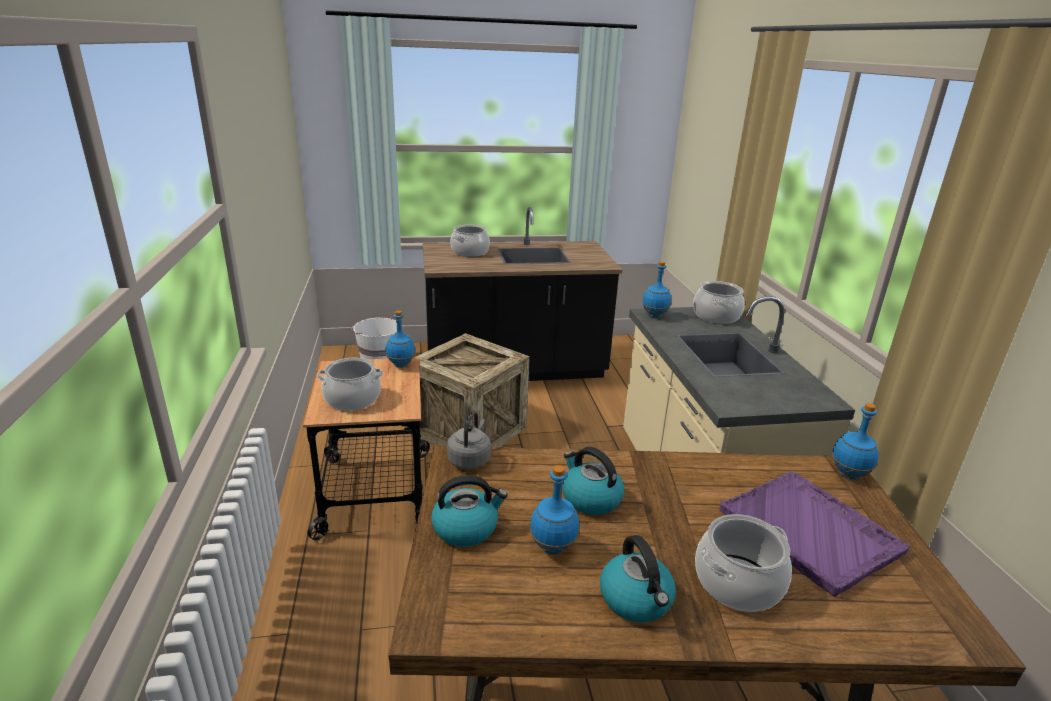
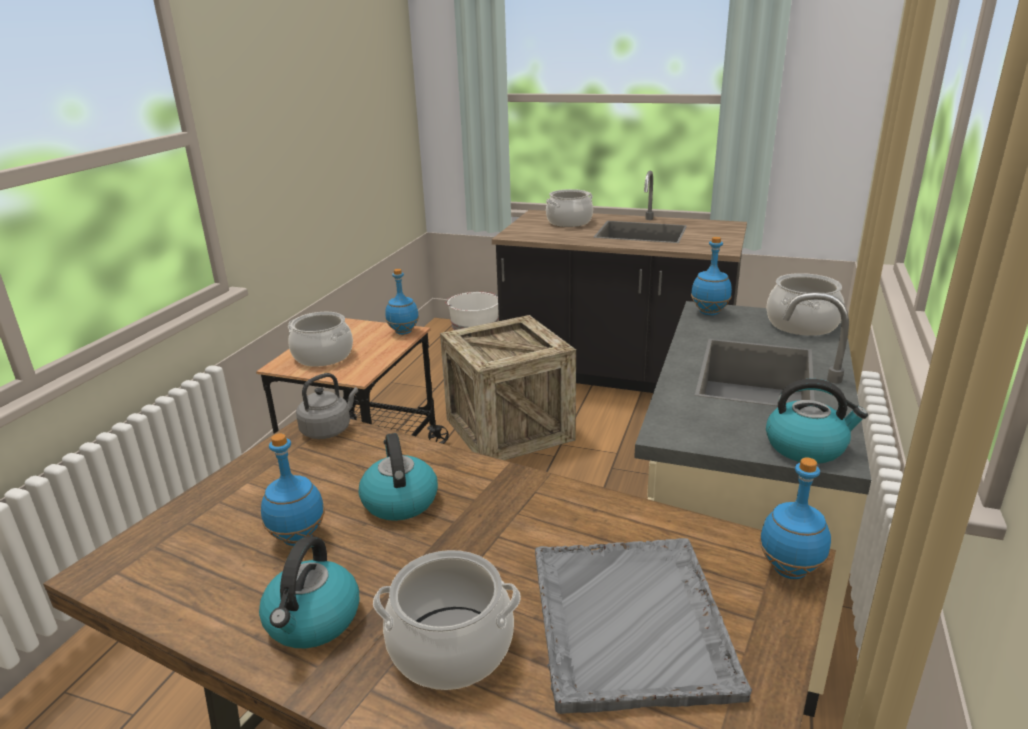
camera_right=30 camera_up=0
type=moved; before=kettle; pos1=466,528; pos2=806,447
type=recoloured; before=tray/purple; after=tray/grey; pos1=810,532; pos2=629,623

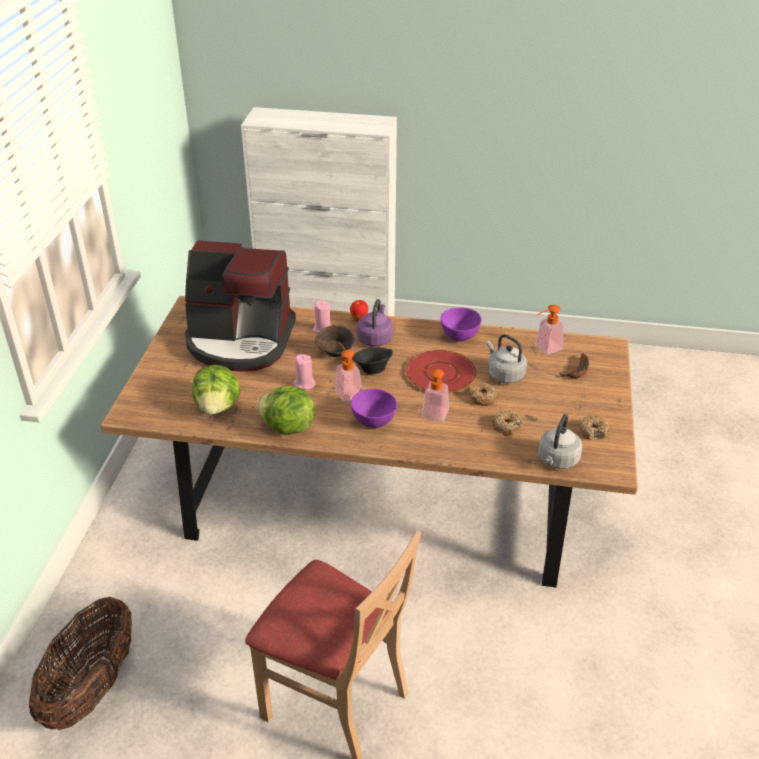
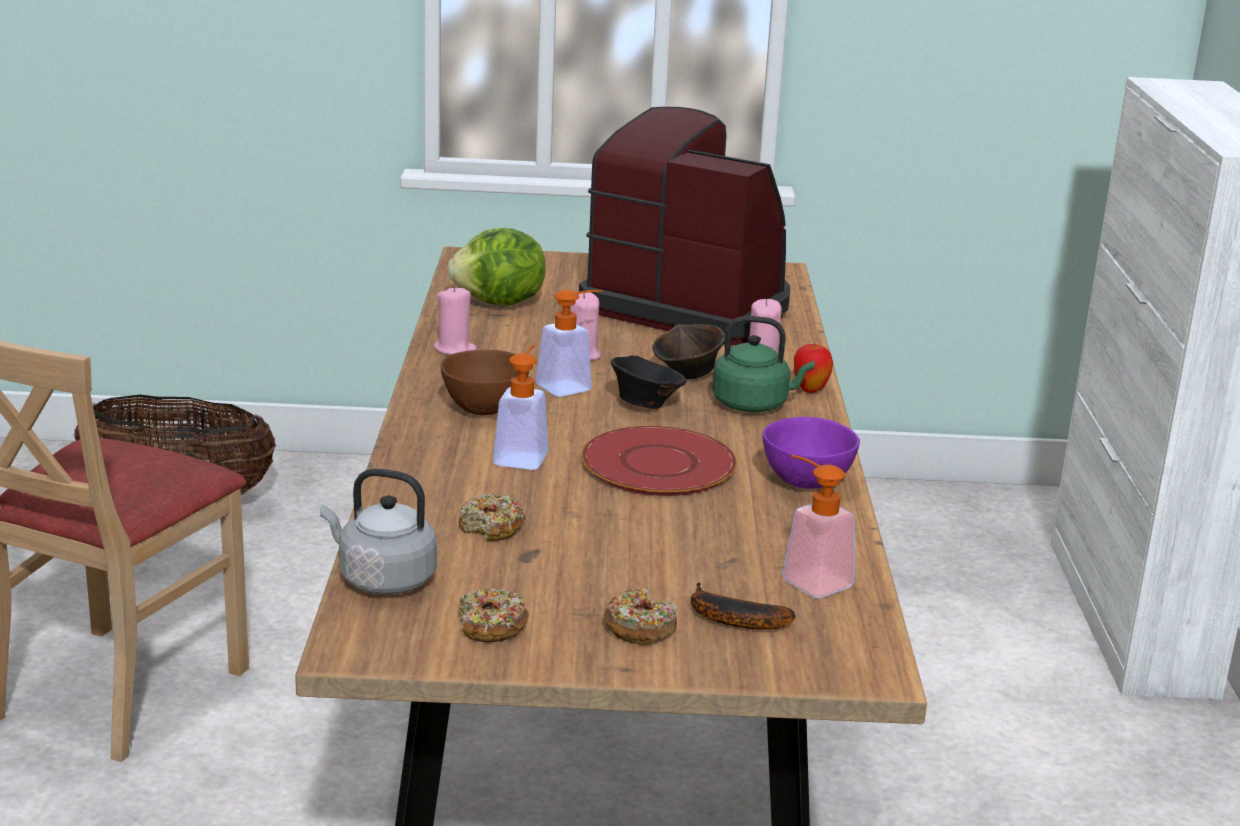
camera_right=80 camera_up=-15
type=turned; before=coffee machine; pos1=240,341; pos2=690,307; turn=120
type=replaced; before=lettuce; after=candle/pink; pos1=288,428; pos2=454,349
type=recoloured; before=bowl/purple; after=bowl/brown; pos1=373,421; pos2=485,409
type=recoloured; before=kettle/purple; after=kettle/green; pos1=375,338; pos2=754,405
type=moved; before=donut; pos1=483,398; pos2=639,628
type=removed; before=kettle/grey; pos1=504,374

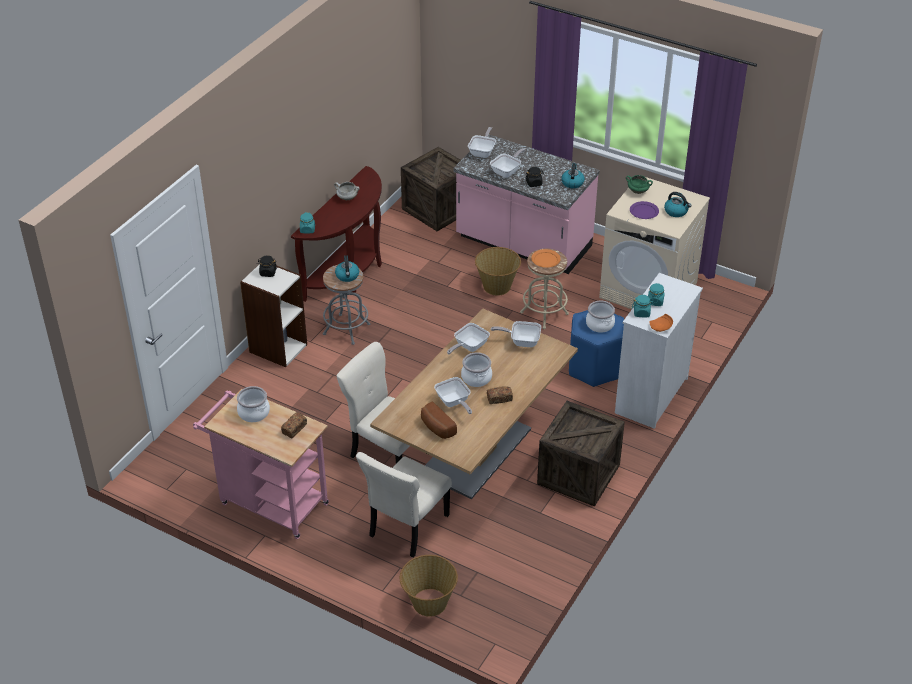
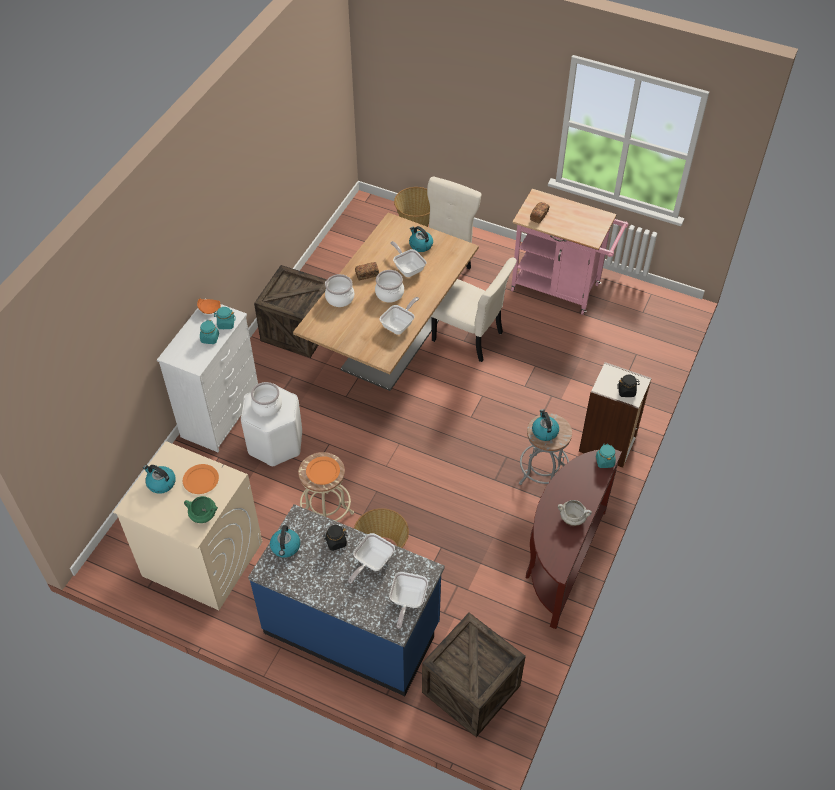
camera_right=175 camera_up=10
type=moved; before=cooking pot; pos1=254,412; pos2=339,298
type=replaced; before=bread; after=kettle; pos1=436,428; pos2=420,245
type=recoloured; before=counter/pink; after=counter/blue; pos1=523,243; pos2=352,628
type=removed; before=frying pan; pos1=521,341
type=recoloured; before=stool/blue; after=stool/white; pos1=594,368; pos2=275,442
type=recoloured; before=plate/purple; after=plate/orange; pos1=644,212; pos2=200,480

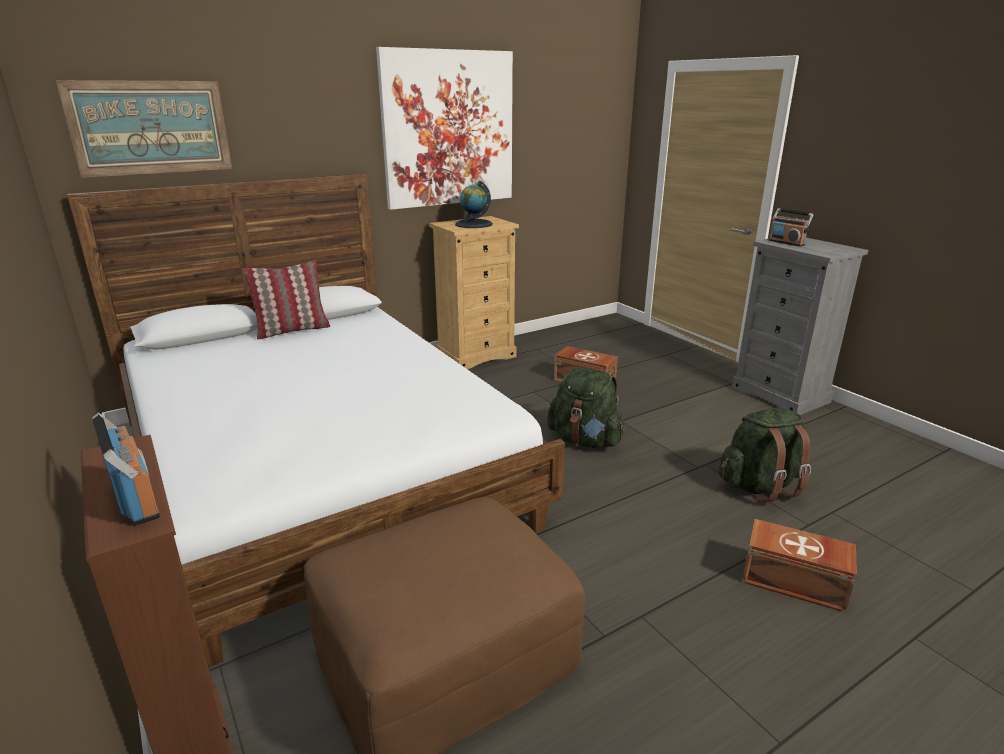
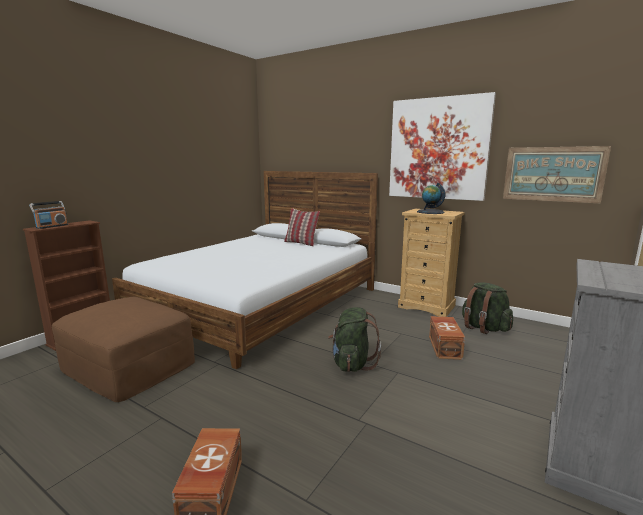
camera_right=65 camera_up=-10
type=moved; before=picture; pos1=150,128; pos2=553,174
type=moved; before=backpack/green; pos1=760,486; pos2=484,328
type=removed; before=radio; pos1=786,243

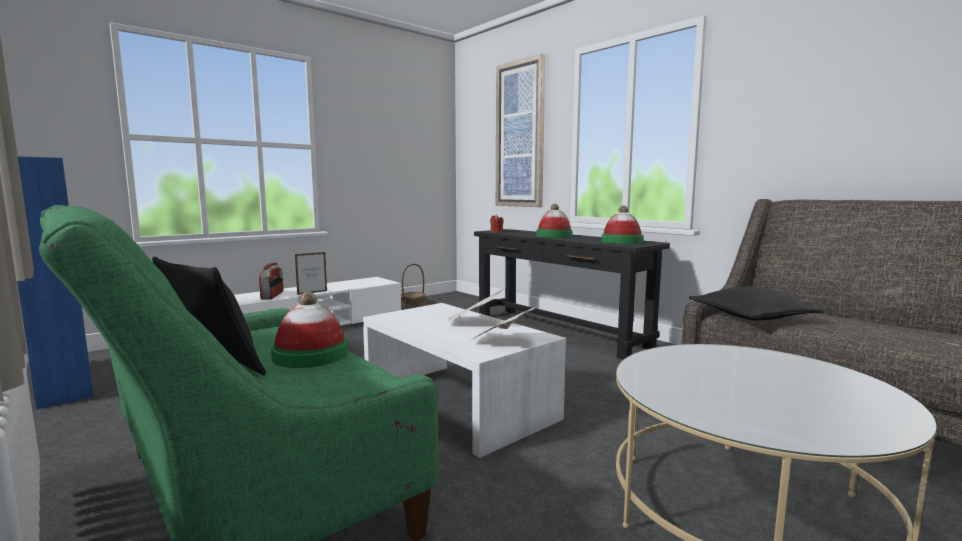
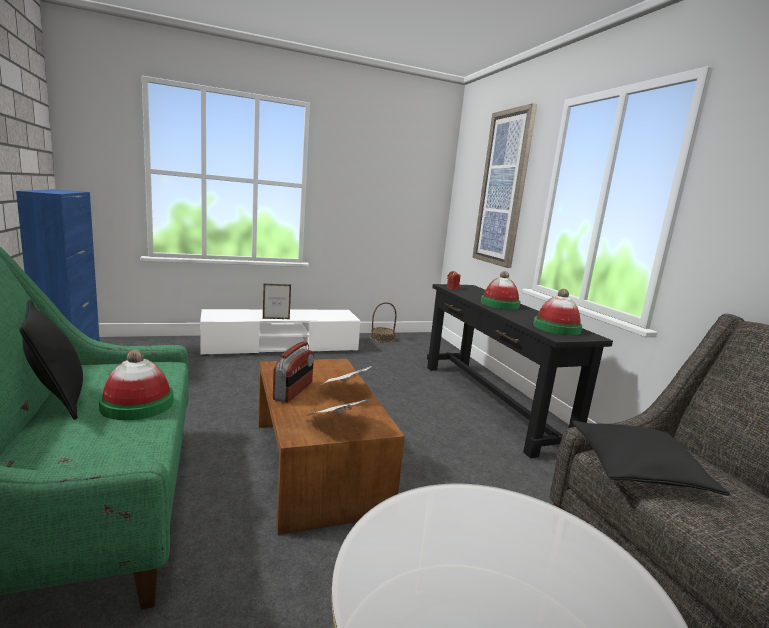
camera_right=20 camera_up=5
type=moved; before=radio; pos1=272,295; pos2=293,391
type=recoloured; before=coffee table/white; after=coffee table/brown; pos1=456,403; pos2=316,463

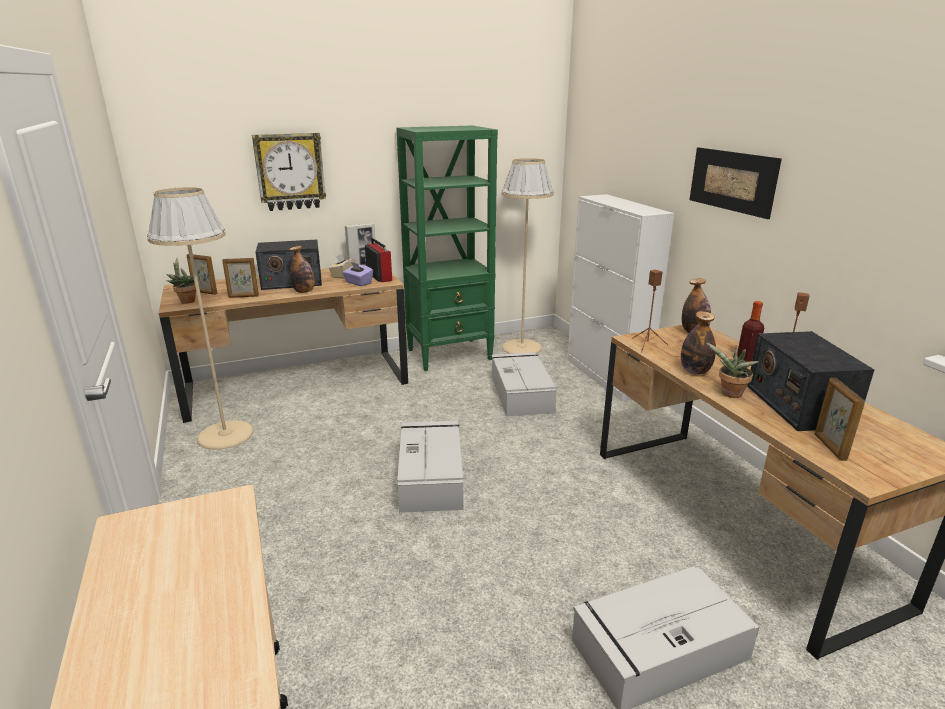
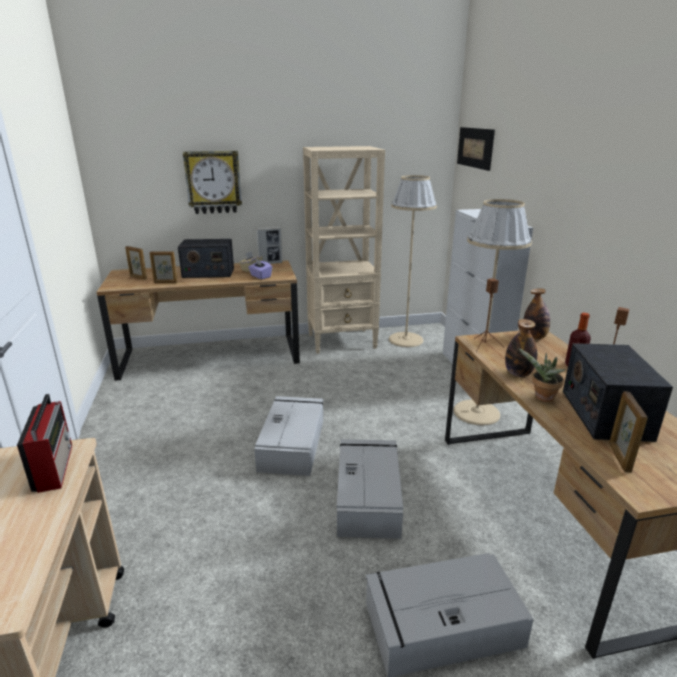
camera_right=10 camera_up=0
type=moved; before=floor lamp/beige; pos1=225,435; pos2=476,412
type=removed; before=potted plant; pos1=186,301
type=removed; before=bottle; pos1=304,291
type=moved; before=radio; pos1=379,276; pos2=54,466
type=recoloured; before=bookcase/green; after=bookcase/beige; pos1=450,354; pos2=342,341
type=moved; before=storage box/grey; pos1=521,393; pos2=368,496
type=moved; before=picture; pos1=732,181; pos2=475,147

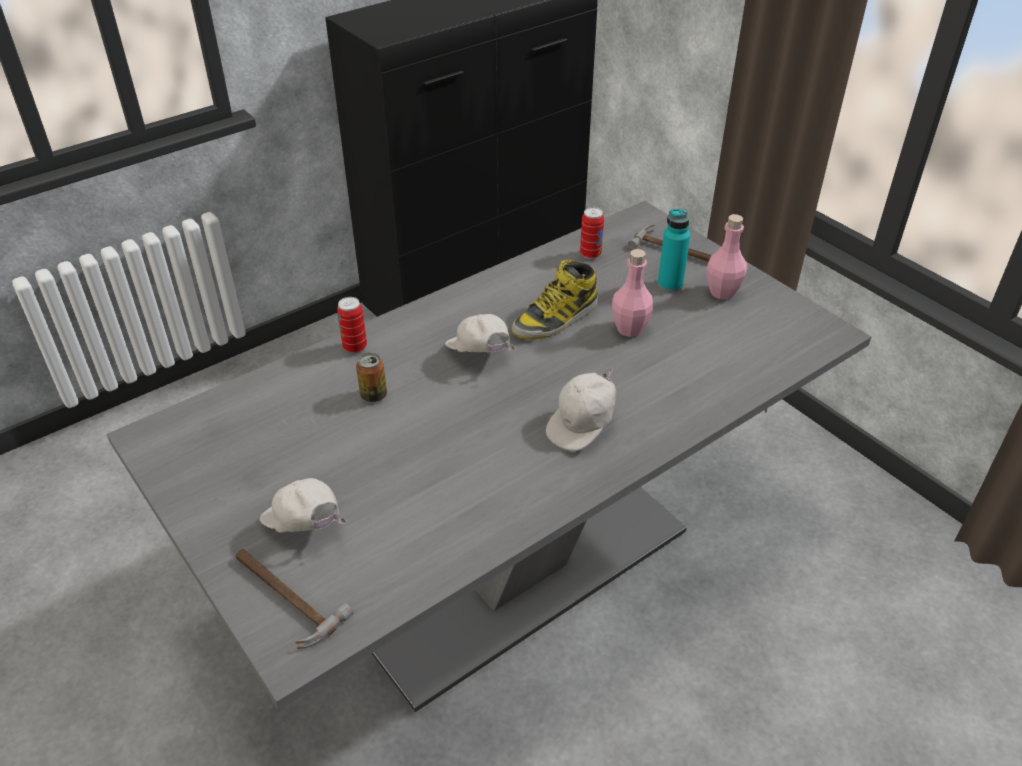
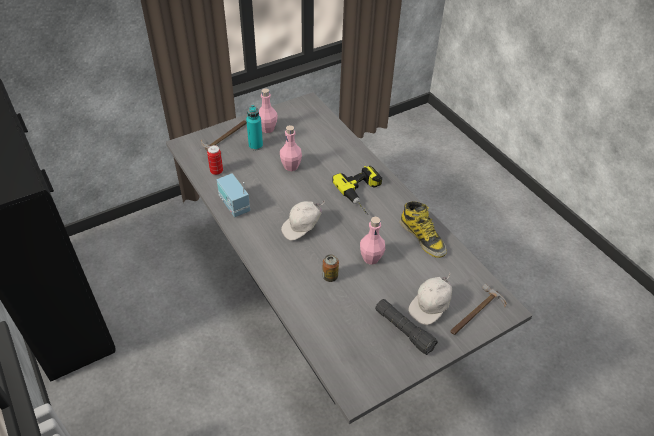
camera_right=-85 camera_up=5
type=removed; before=can; pos1=355,347
type=moved; before=boot; pos1=555,319; pos2=422,237
type=replaced; before=cap/white; after=power drill; pos1=583,426; pos2=364,194
type=added; after=radio; pos2=234,205
type=added; after=bottle/pink; pos2=371,258
type=added; after=flashlight/black; pos2=404,330

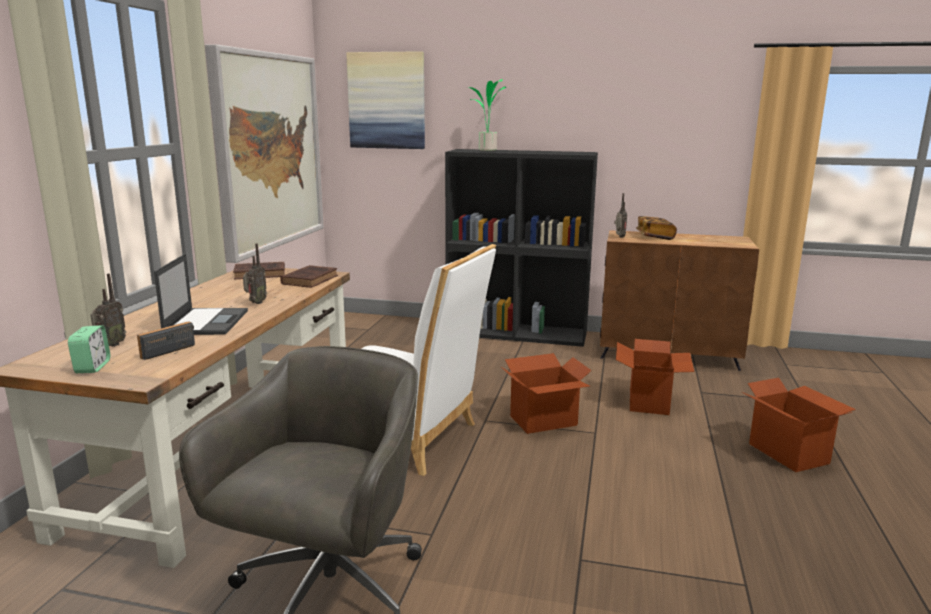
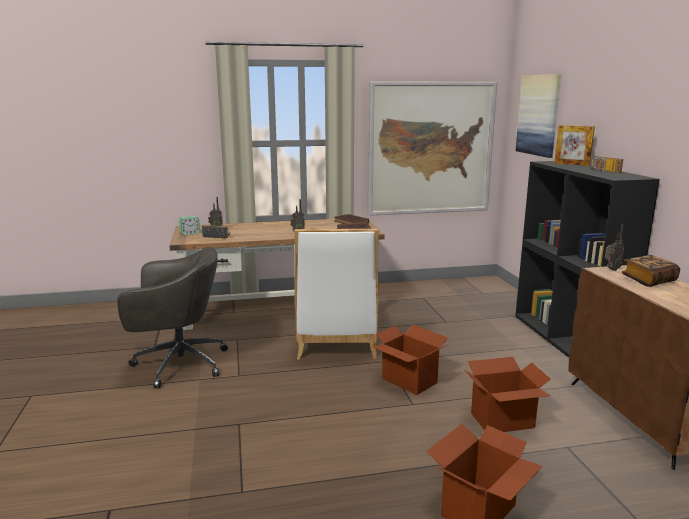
camera_right=65 camera_up=0
type=removed; before=laptop; pos1=206,322
type=replaced; before=potted plant; after=picture frame; pos1=487,150; pos2=571,164
type=added; after=radio; pos2=603,171

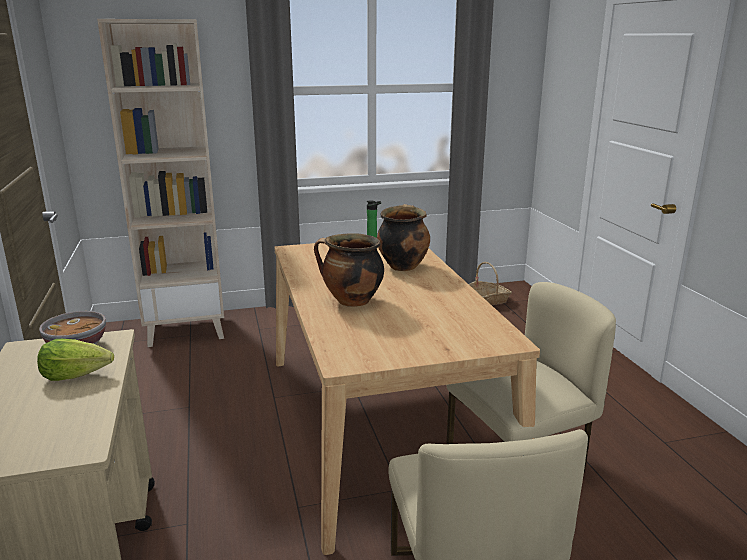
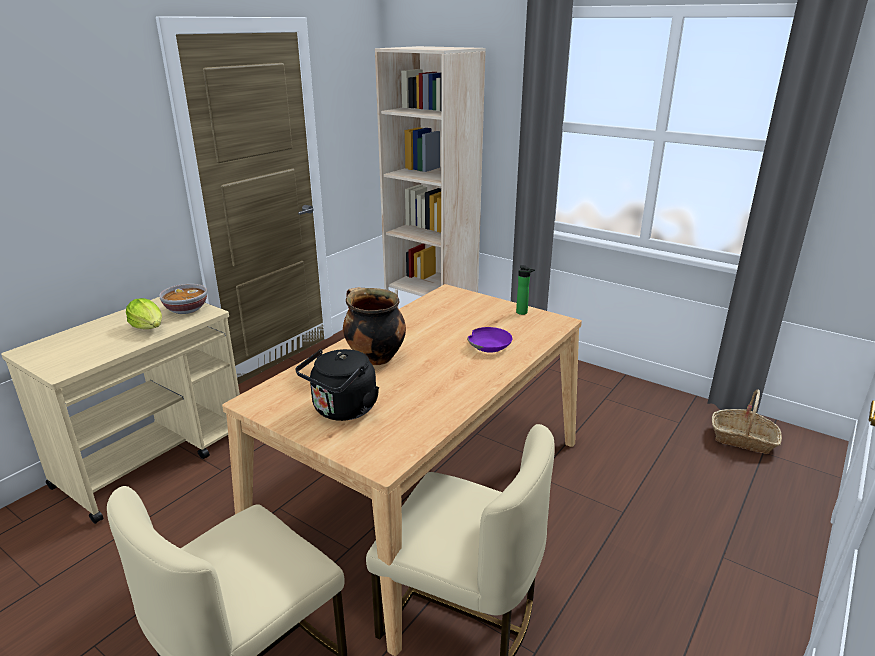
camera_right=50 camera_up=5
type=replaced; before=cooking pot; after=bowl/purple; pos1=402,266; pos2=490,346
type=added; after=kettle/black; pos2=342,410

